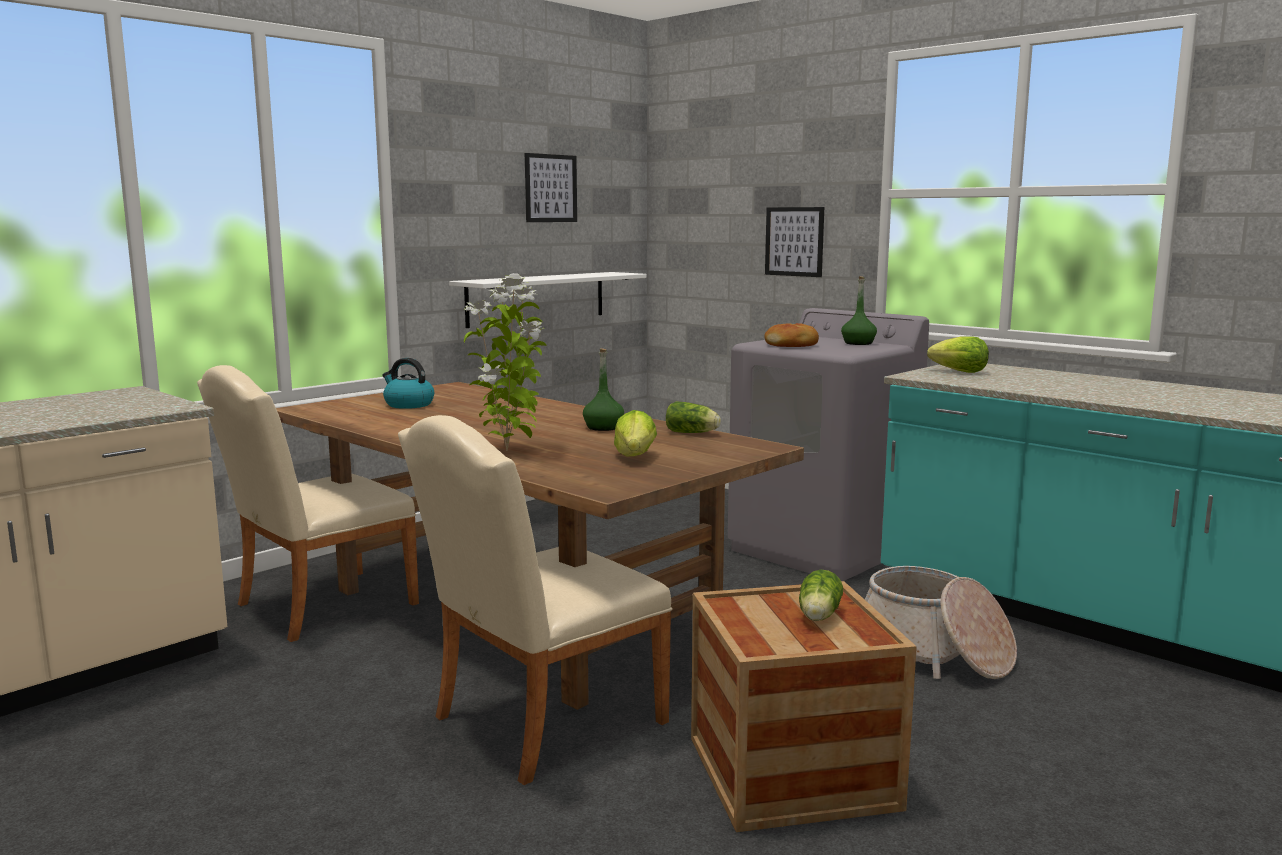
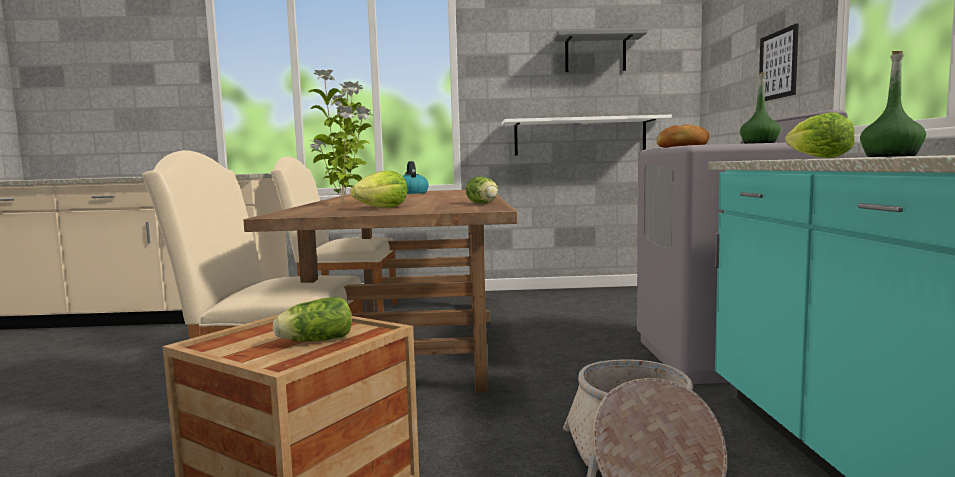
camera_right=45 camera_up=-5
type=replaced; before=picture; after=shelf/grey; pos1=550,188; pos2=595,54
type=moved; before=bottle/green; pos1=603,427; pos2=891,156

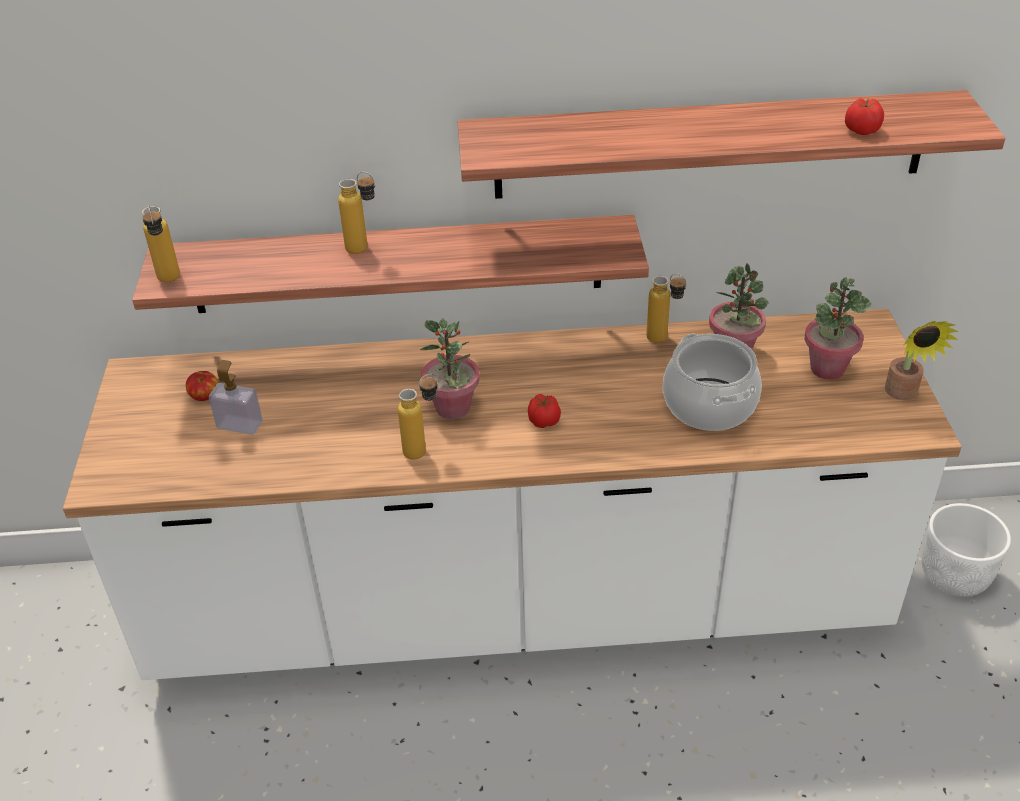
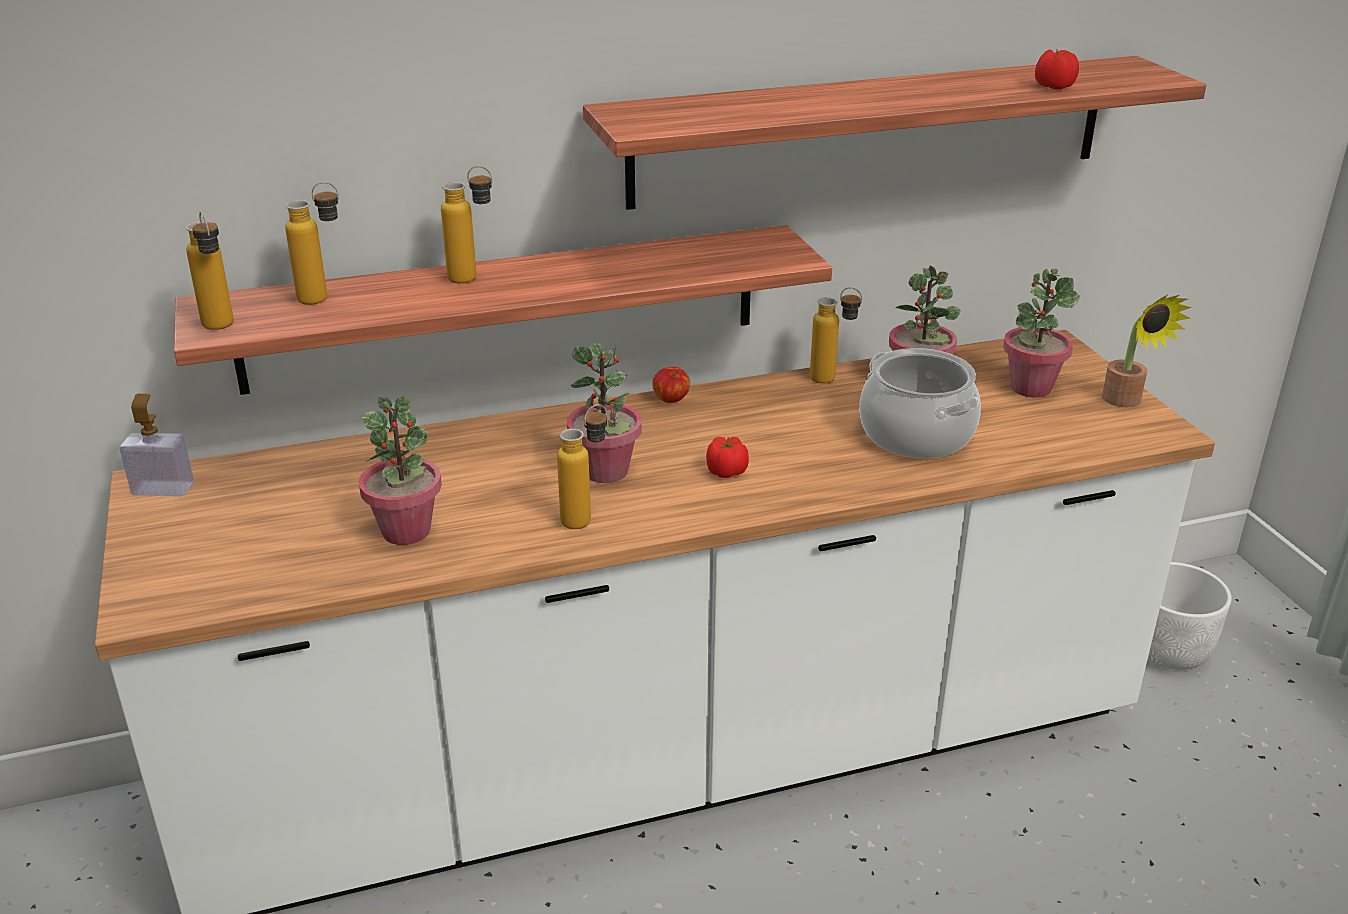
camera_right=-15 camera_up=-10
type=moved; before=apple; pos1=205,397; pos2=671,400
type=moved; before=soap dispenser; pos1=239,425; pos2=163,488
type=added; after=bottle; pos2=325,299
type=added; after=potted plant; pos2=406,531

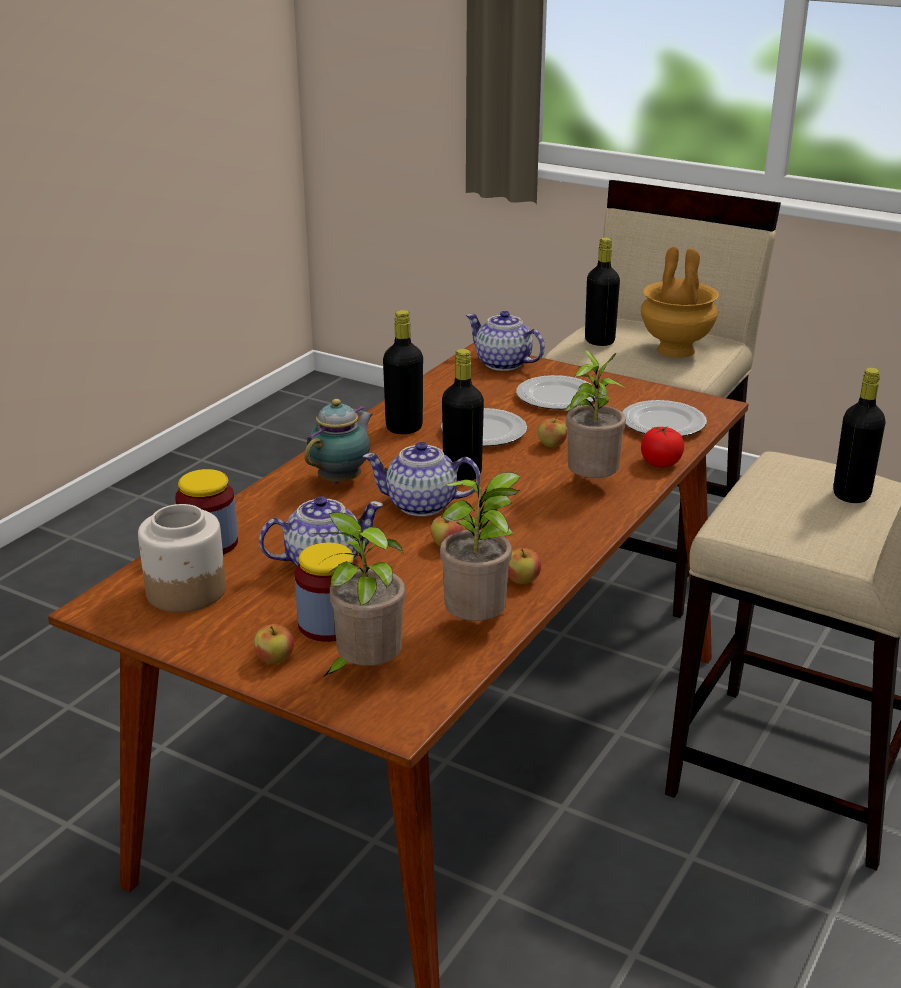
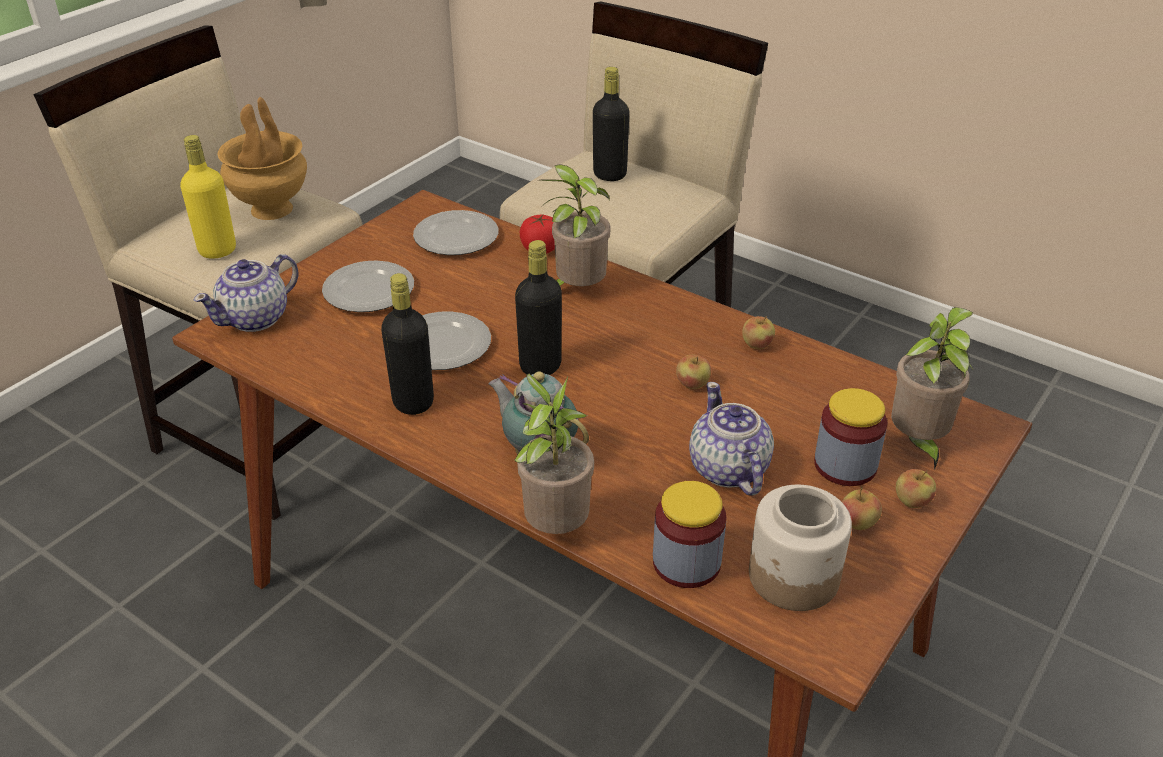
camera_right=-85 camera_up=10
type=removed; before=teapot; pos1=422,505
type=moved; before=potted plant; pos1=479,625; pos2=555,527
type=moved; before=apple; pos1=551,445; pos2=857,523
type=recoloured; before=bottle/black; after=bottle/yellow; pos1=599,341; pos2=217,250

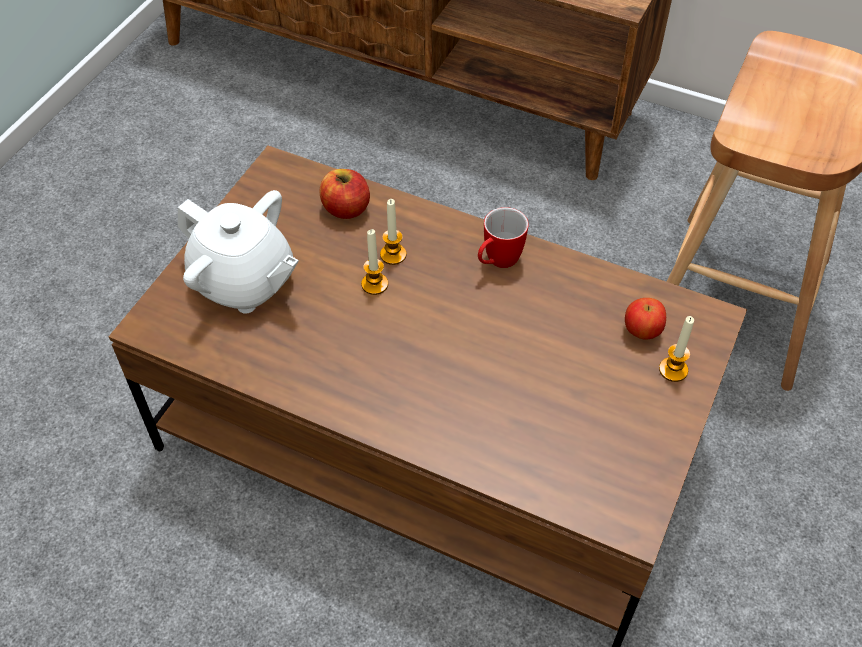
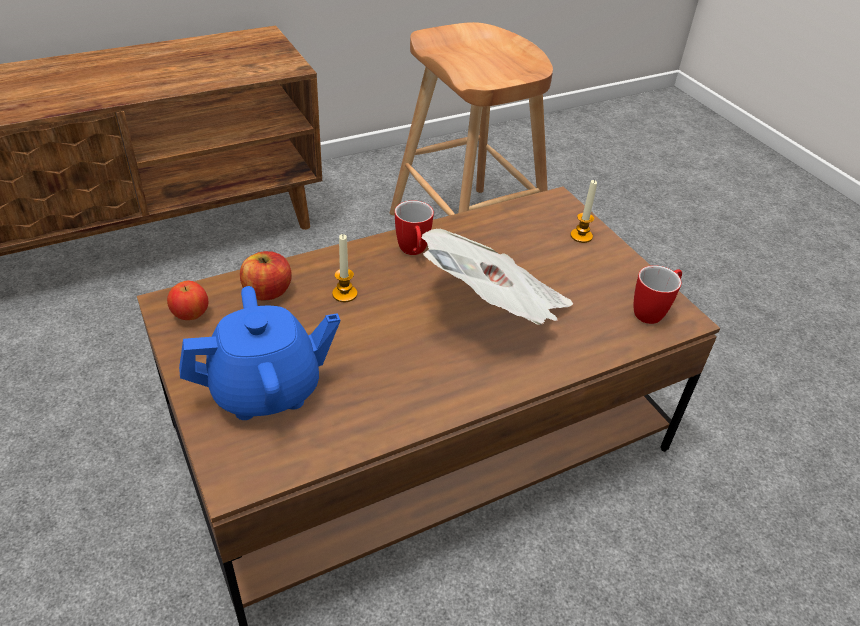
camera_right=-55 camera_up=-10
type=recoloured; before=teapot/white; after=teapot/blue; pos1=244,282; pos2=267,389
type=removed; before=candle; pos1=374,284
type=moved; before=apple; pos1=642,331; pos2=191,315
type=added; after=newspaper; pos2=495,308
type=added; after=mug; pos2=653,312

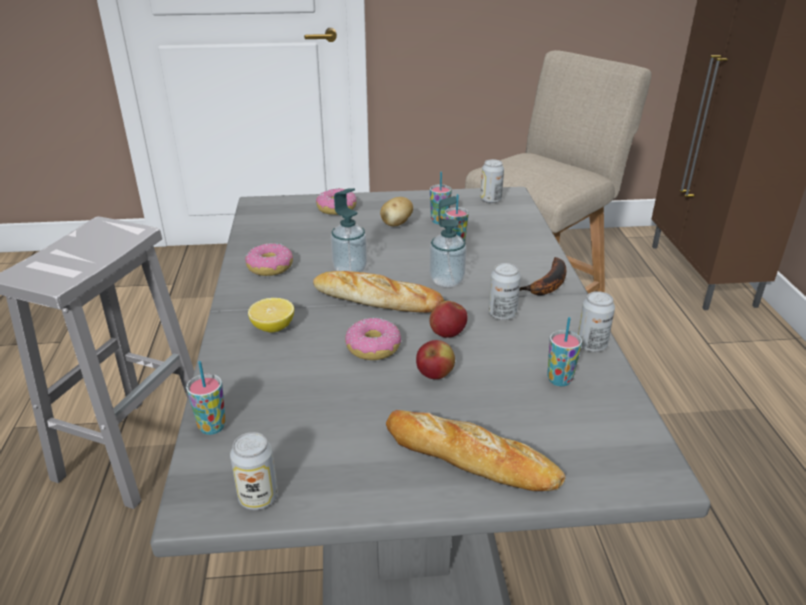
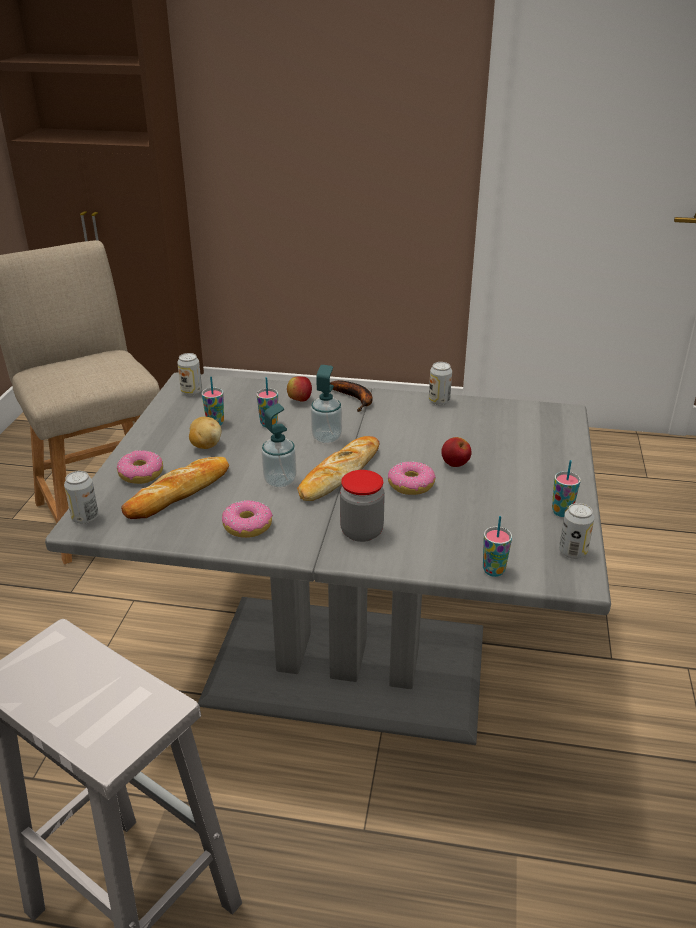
camera_right=-75 camera_up=0
type=replaced; before=lemon; after=jar; pos1=273,327; pos2=361,532
type=moved; before=bread; pos1=470,458; pos2=179,492
type=moved; before=apple; pos1=447,334; pos2=299,400
type=moved; before=can; pos1=502,314; pos2=85,518
type=moved; before=cup; pos1=559,380; pos2=561,512

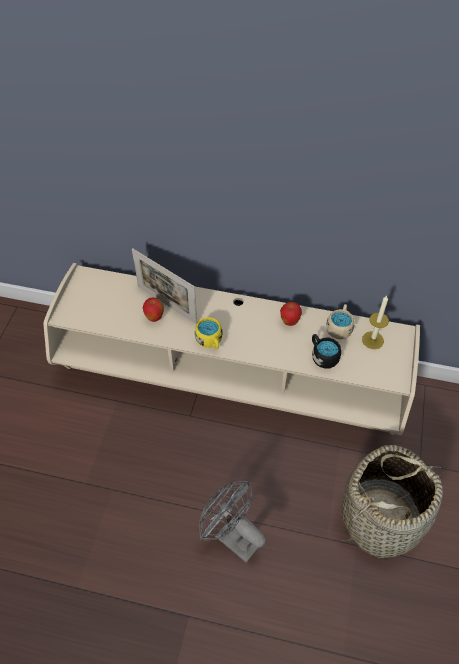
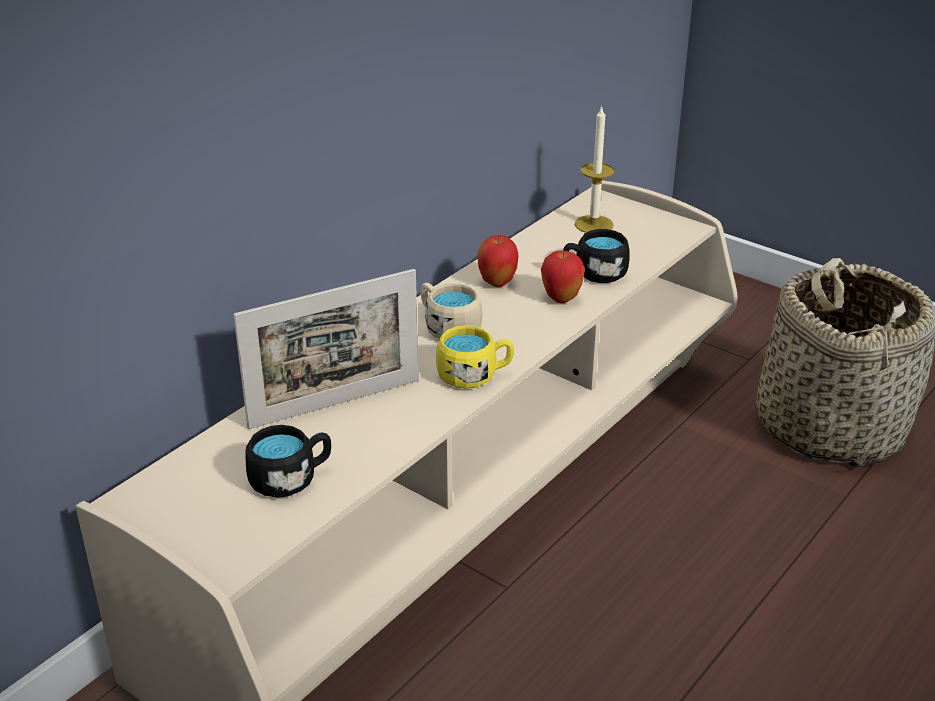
camera_right=-65 camera_up=-20
type=moved; before=apple; pos1=154,318; pos2=561,299
type=removed; before=fan/grey; pos1=232,536
type=moved; before=mug/beige; pos1=339,327; pos2=447,328
type=added; after=mug/black; pos2=291,479

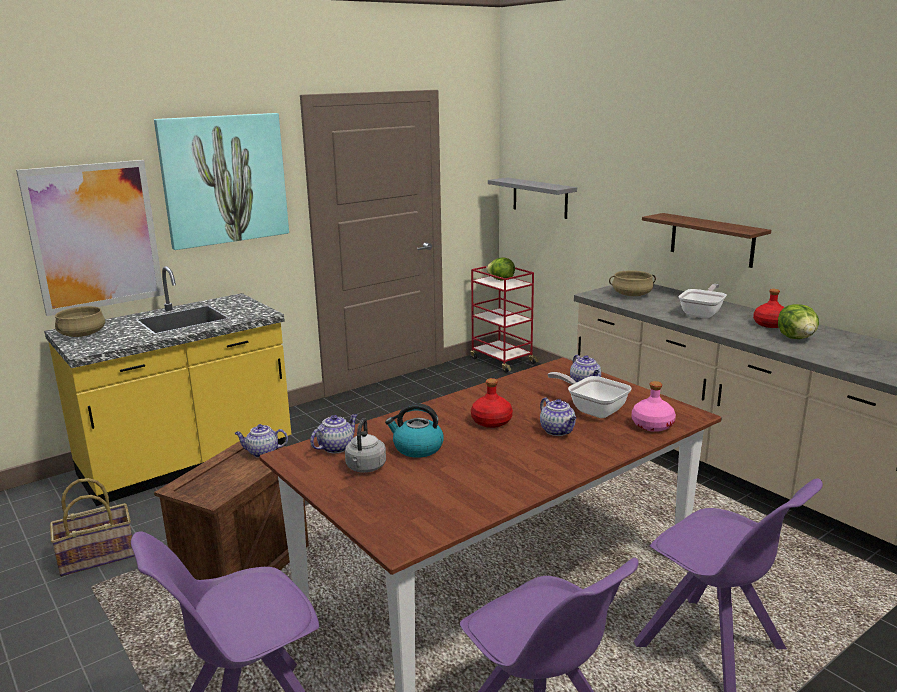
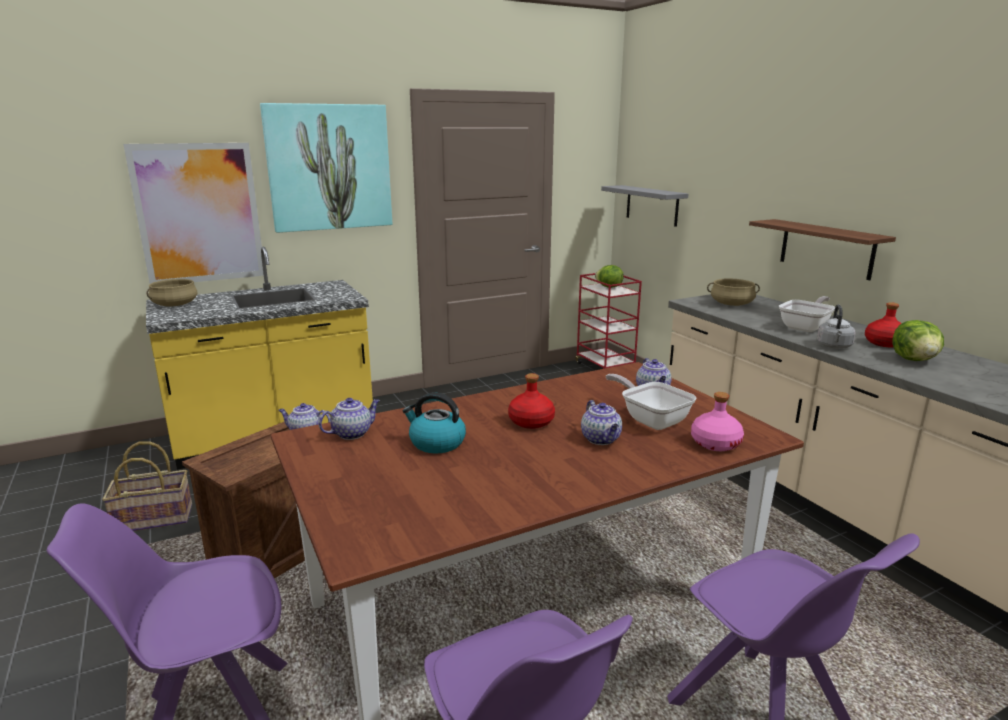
camera_right=10 camera_up=0
type=moved; before=kettle/grey; pos1=365,468; pos2=834,346

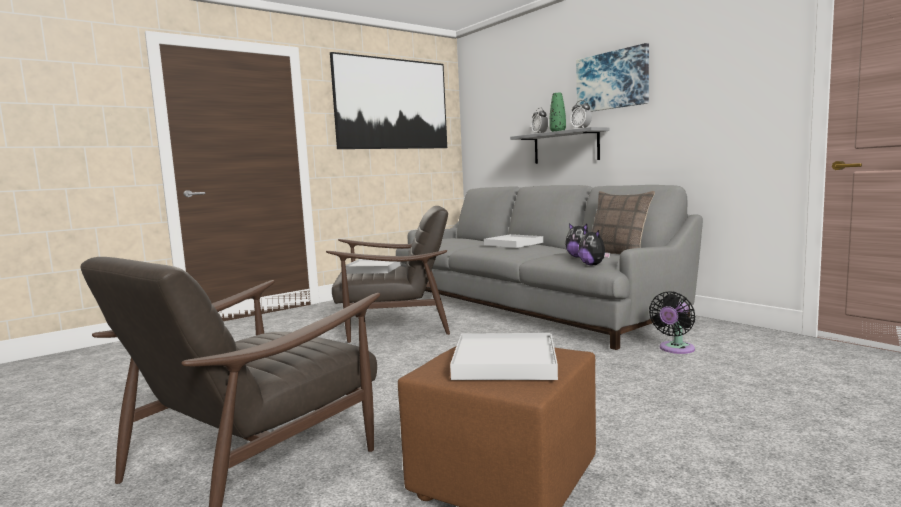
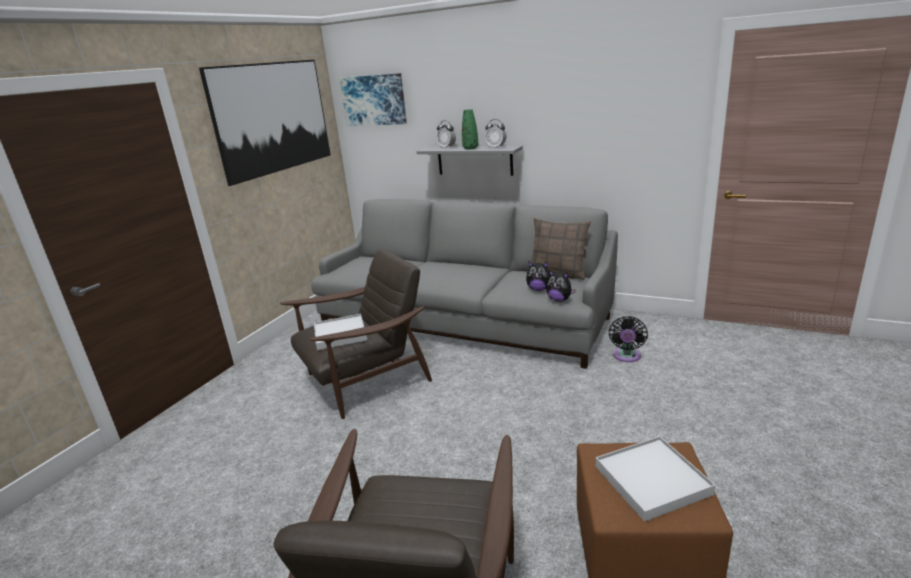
camera_right=-25 camera_up=15
type=removed; before=tray/white; pos1=513,244
type=moved; before=picture; pos1=612,80; pos2=374,100

